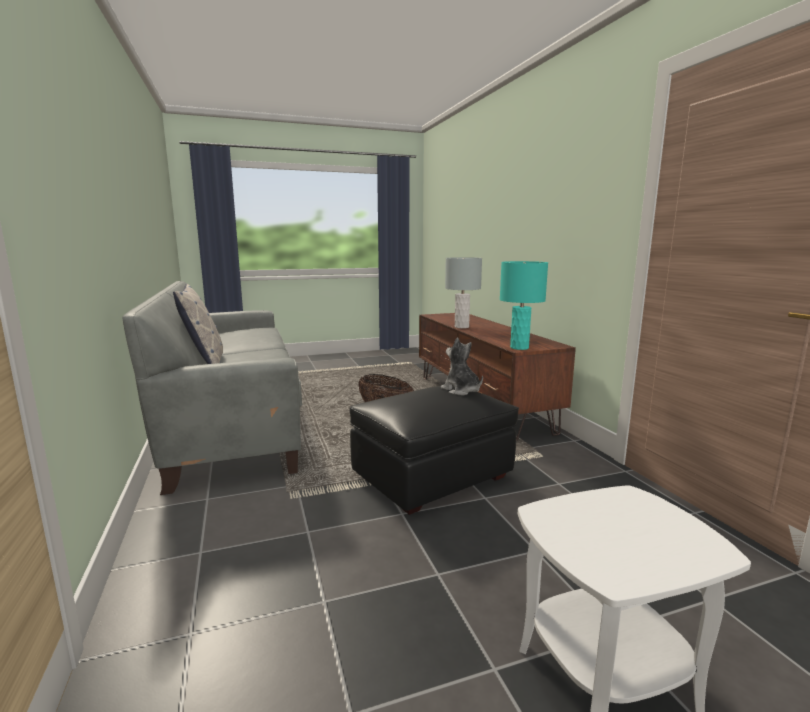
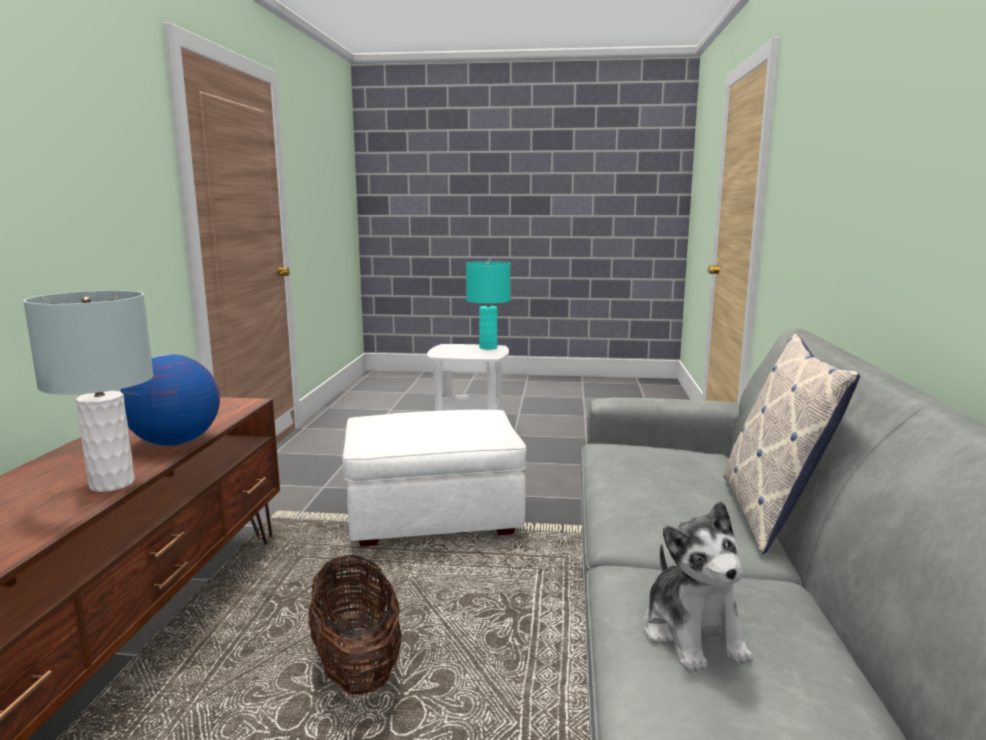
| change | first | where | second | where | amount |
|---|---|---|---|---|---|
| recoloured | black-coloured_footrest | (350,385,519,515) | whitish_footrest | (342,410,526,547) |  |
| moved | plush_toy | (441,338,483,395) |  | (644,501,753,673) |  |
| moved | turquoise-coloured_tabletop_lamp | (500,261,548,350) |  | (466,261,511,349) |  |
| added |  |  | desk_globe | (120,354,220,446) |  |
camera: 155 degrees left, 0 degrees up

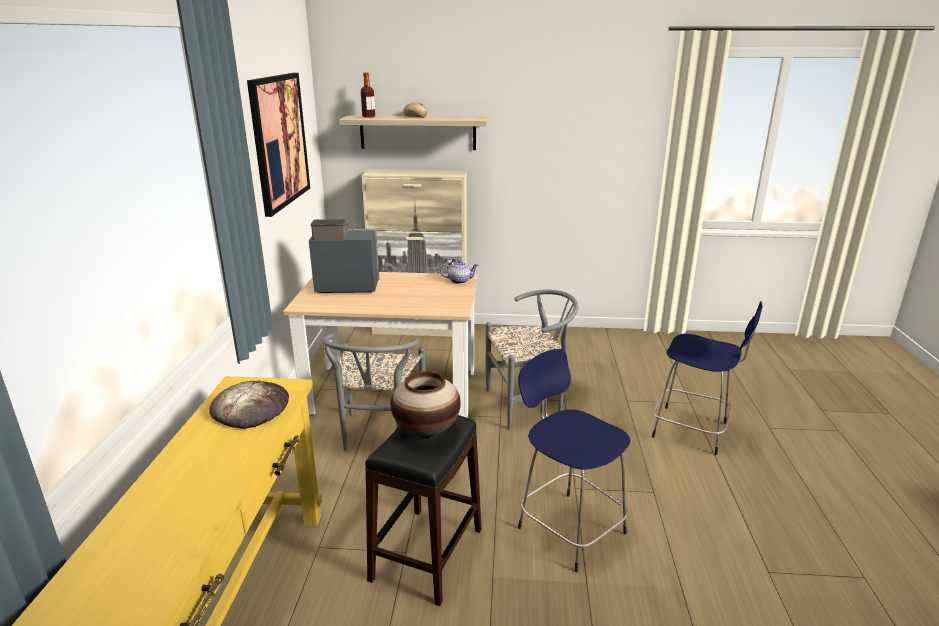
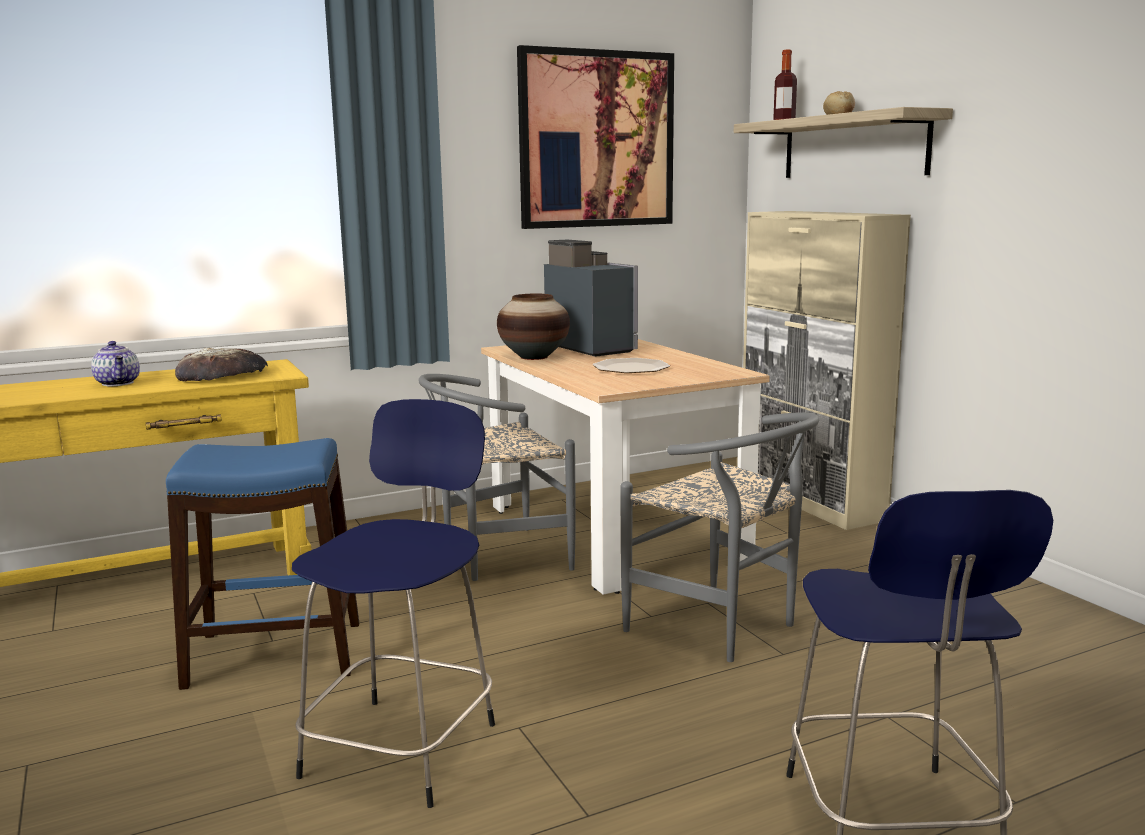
| change | first | where | second | where | amount |
|---|---|---|---|---|---|
| recoloured | black-coloured_sitting_stool | (365,415,482,606) | bluish_sitting_stool | (166,438,359,690) |  |
| moved | decorative_vase | (391,371,461,438) |  | (497,294,570,360) |  |
| moved | tea_pot | (440,259,479,284) |  | (91,341,140,386) |  |
| added |  |  | plate | (593,358,670,373) |  |
camera: 60 degrees right, 10 degrees down

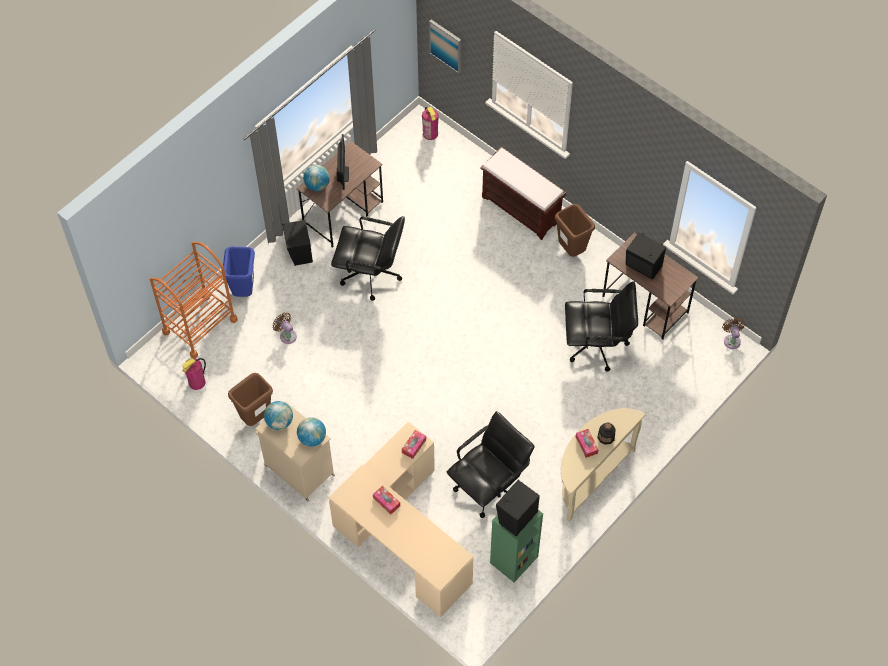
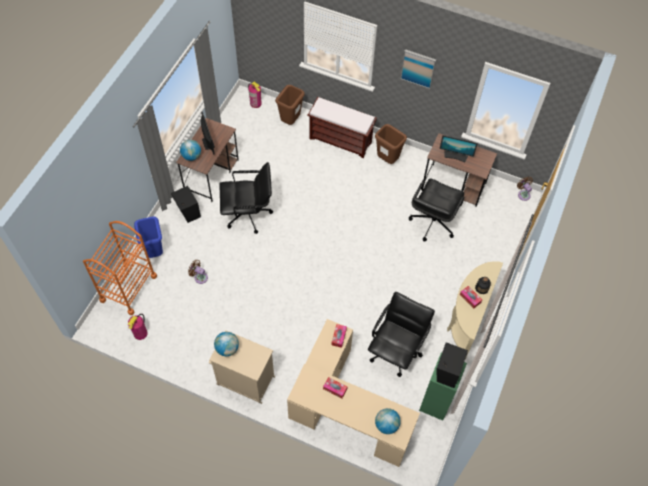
| change | first | where | second | where | amount |
|---|---|---|---|---|---|
| moved | brown-coloured_trash_can | (228,373,273,426) |  | (275,85,305,125) |  |
| moved | desk_globe | (297,417,326,447) |  | (375,408,401,434) |  |
| moved | wall_picture | (429,19,461,73) |  | (400,49,436,89) |  |
| turned | black-coloured_office_chair | (565,281,638,371) |  | (409,179,464,242) | 135 degrees clockwise |
| replaced | black-coloured_loudspeaker | (626,233,666,280) | computer_display | (440,135,478,162) |  |
camera: 20 degrees left, 0 degrees up

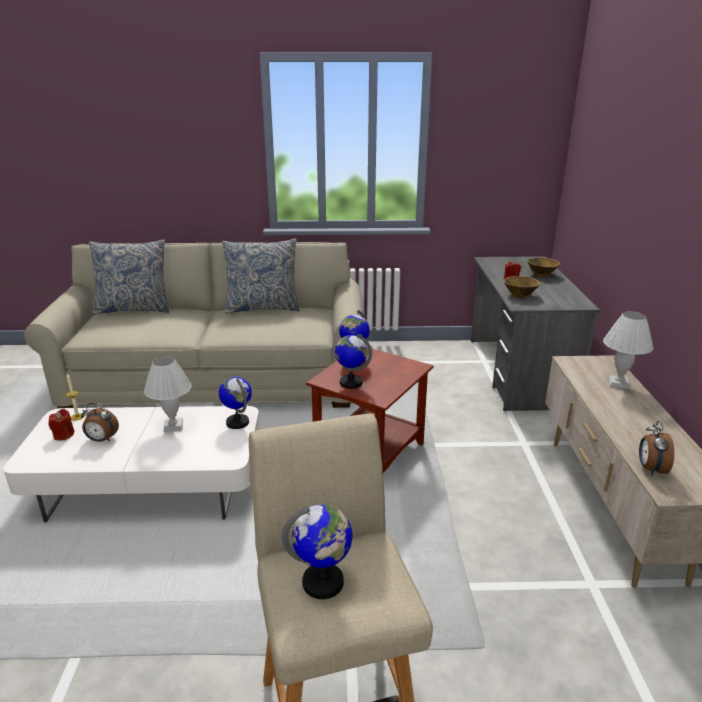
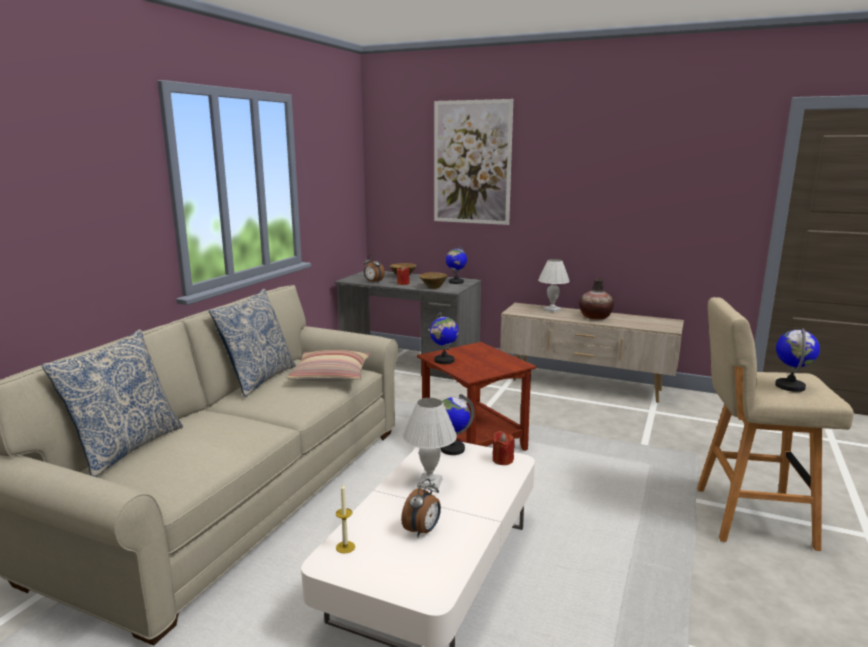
| change | first | where | second | where | amount |
|---|---|---|---|---|---|
| moved | reddish_wax_candle | (48,409,74,441) |  | (493,431,515,465) |  |
| moved | desk_globe | (335,334,372,389) |  | (446,246,467,284) |  |
| moved | table_clock | (639,421,674,476) |  | (364,255,385,283) |  |
| added |  |  | cushion | (286,350,370,382) |  |
| added |  |  | wall_picture | (434,99,513,225) |  |
| added |  |  | decorative_vase | (579,278,614,320) |  |
camera: 65 degrees left, 10 degrees down

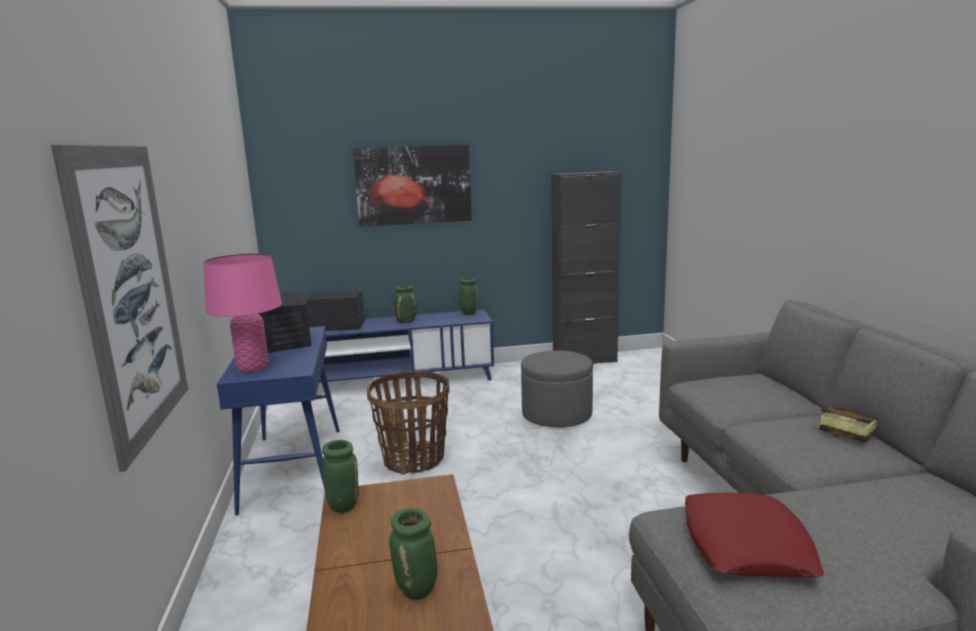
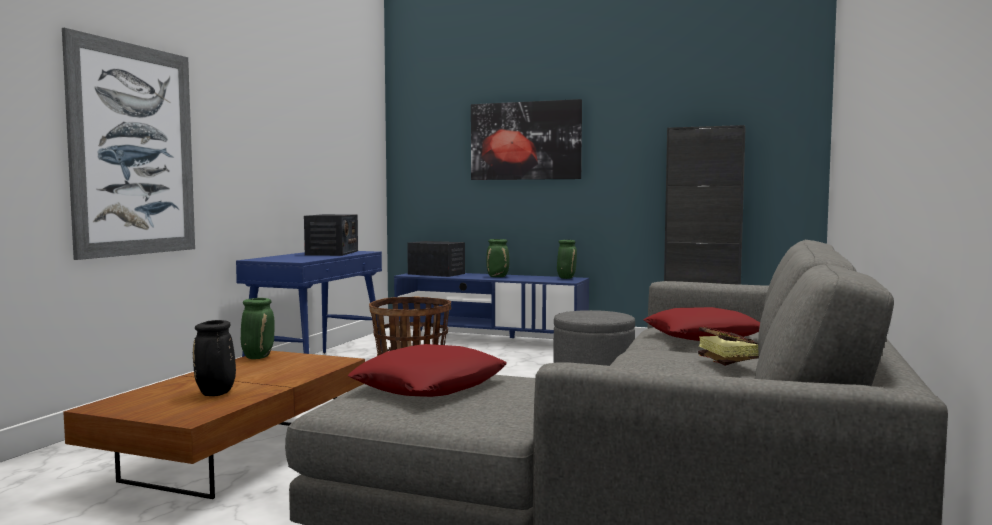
| change | first | where | second | where | amount |
|---|---|---|---|---|---|
| removed | pink_tabletop_lamp | (204,253,282,372) |  |  |  |
| recoloured | greenish_decorative_vase | (389,508,438,600) | black-coloured_decorative_vase | (193,320,236,396) |  |
| added |  |  | reddish_cushion | (643,307,760,341) |  |
camera: 30 degrees right, 10 degrees down

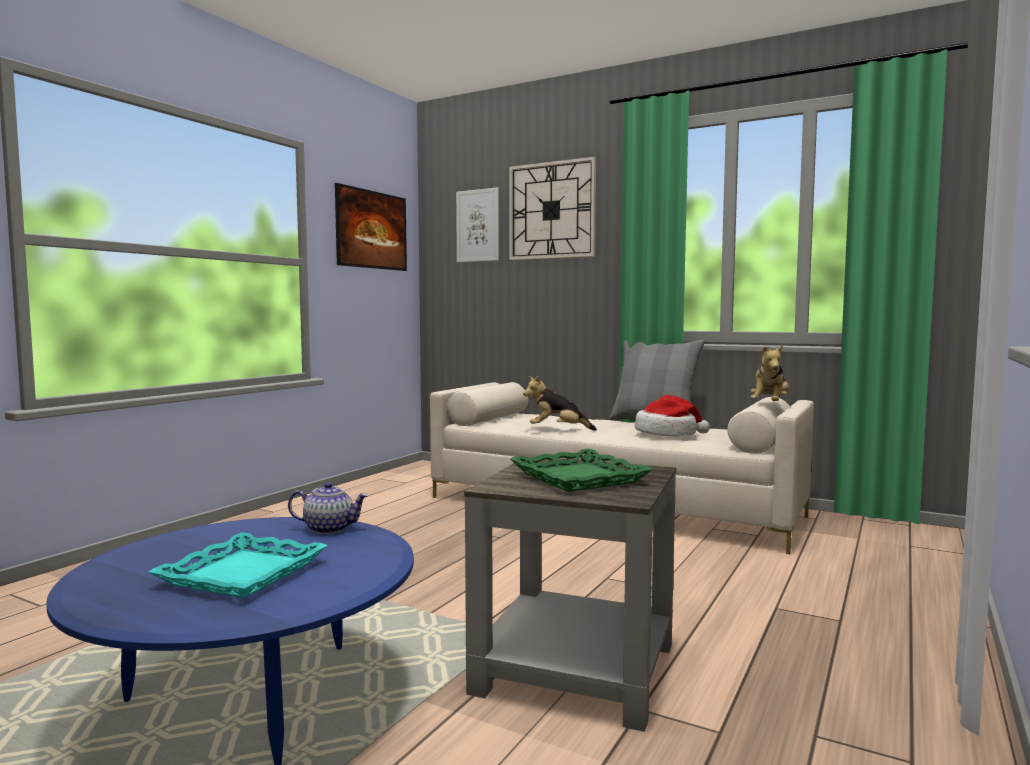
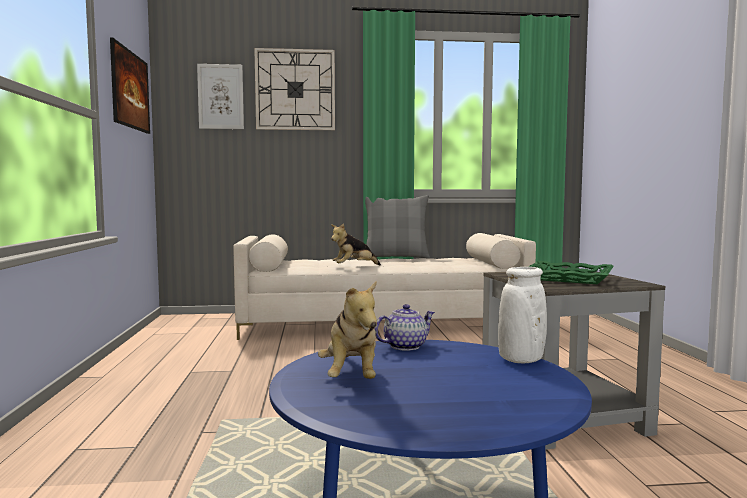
| change | first | where | second | where | amount |
|---|---|---|---|---|---|
| removed | turquoise-coloured_carrying_tray | (149,532,328,598) |  |  |  |
| removed | clothing_hat | (635,395,710,436) |  |  |  |
| moved | plush_toy | (751,345,789,401) |  | (318,280,377,379) |  |
| added |  |  | whitish_decorative_vase | (498,267,547,363) |  |
camera: 35 degrees left, 0 degrees up

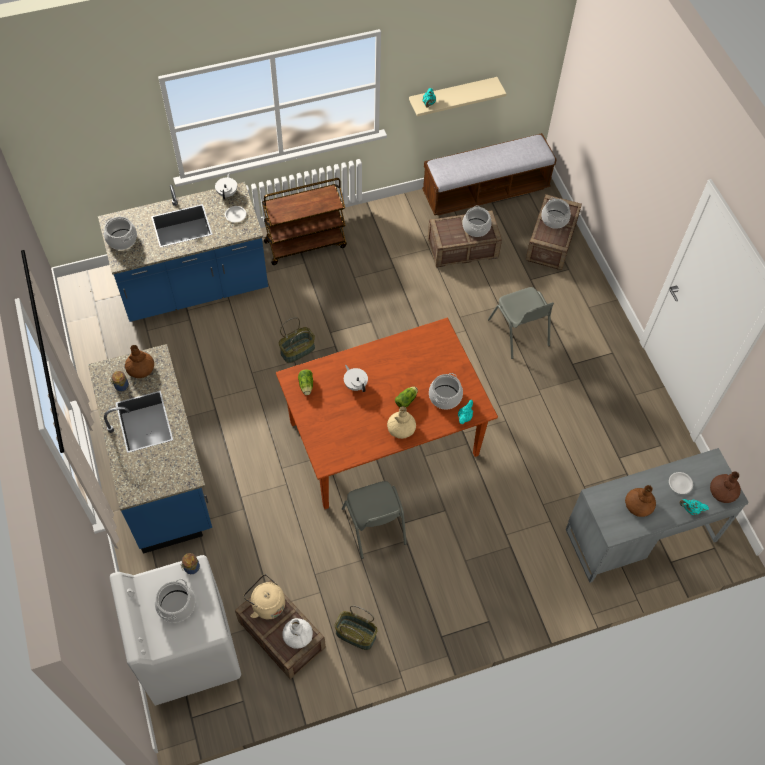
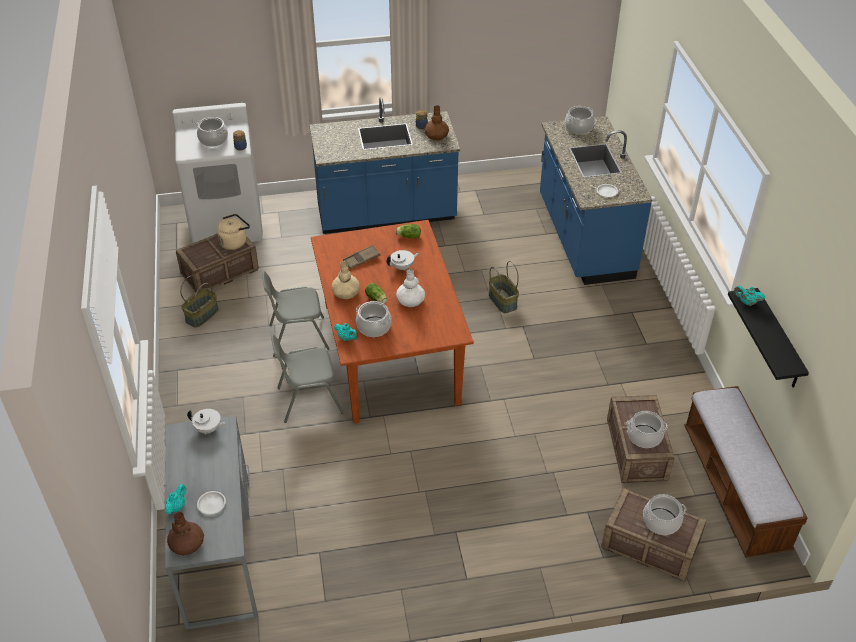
| change | first | where | second | where | amount |
|---|---|---|---|---|---|
| moved | whitish_tea_pot | (215,173,237,199) |  | (187,409,227,435) |  |
| removed | brown-coloured_trolley | (262,178,347,265) |  |  |  |
| moved | whitish_decorative_vase | (282,618,313,649) |  | (396,269,425,307) |  |
| recoloured | beige-coloured_bracket_shelf | (409,77,506,117) | black-coloured_bracket_shelf | (728,288,809,387) |  |
| moved | gray_plain_chair | (488,287,554,359) |  | (271,334,344,423) |  |
| removed | brown-coloured_decorative_vase | (625,485,656,517) |  |  |  |
| added |  |  | brown-coloured_carrying_tray | (343,245,380,269) |  |
camera: 100 degrees right, 15 degrees down

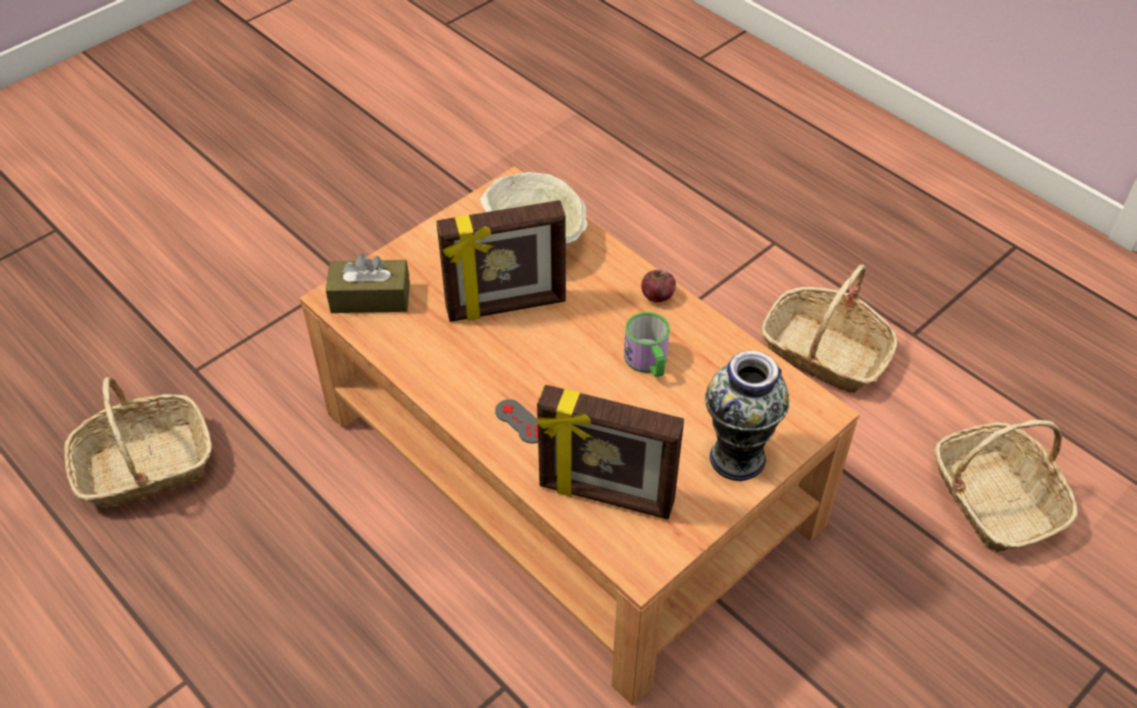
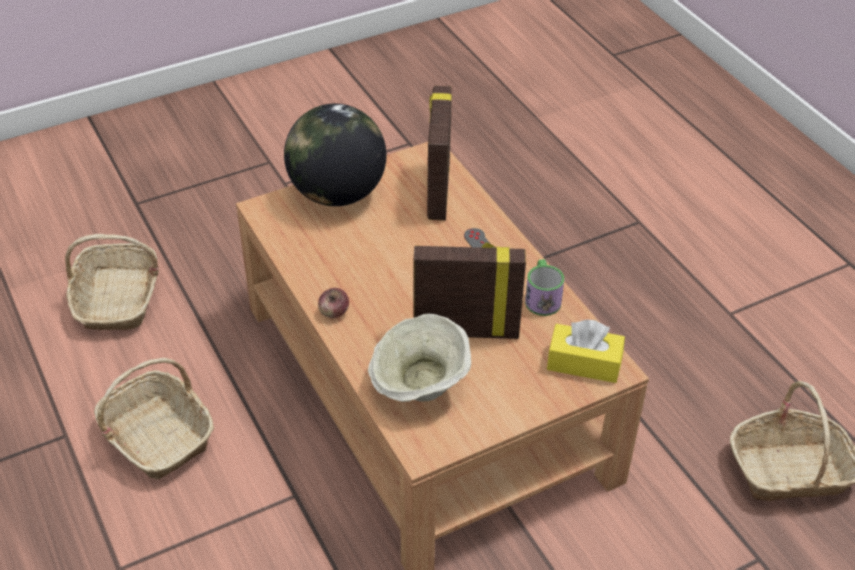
| change | first | where | second | where | amount |
|---|---|---|---|---|---|
| recoloured | brown-coloured_tissue_holder | (326,253,410,313) | yellow_tissue_holder | (547,320,625,383) |  |
| turned | photo_frame | (537,385,684,519) |  | (427,86,452,220) | 120 degrees counterclockwise |
| moved | tea_mug | (624,312,670,377) |  | (525,259,564,316) |  |
| replaced | decorative_vase | (705,351,789,481) | desk_globe | (284,104,386,206) |  |
camera: 165 degrees left, 5 degrees down

